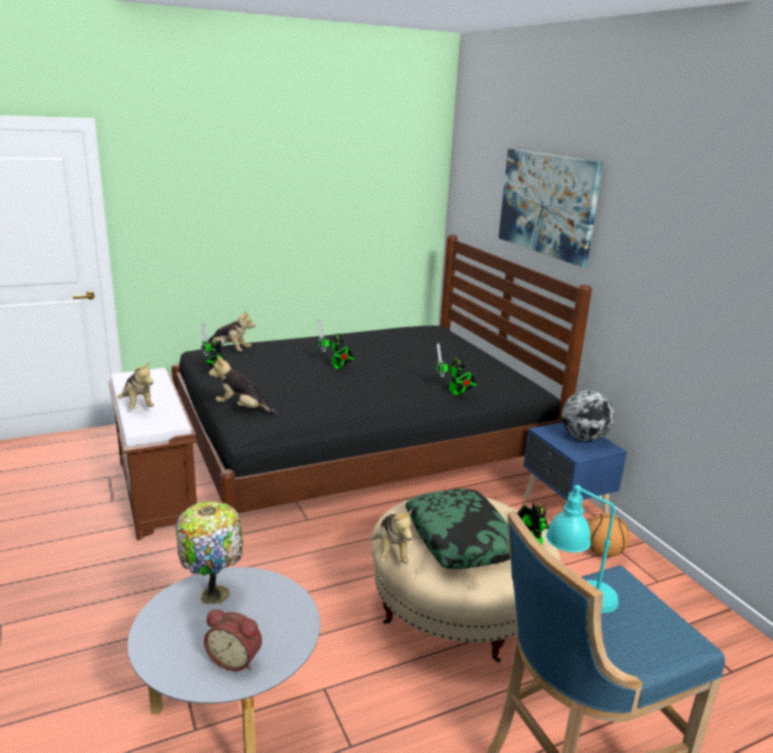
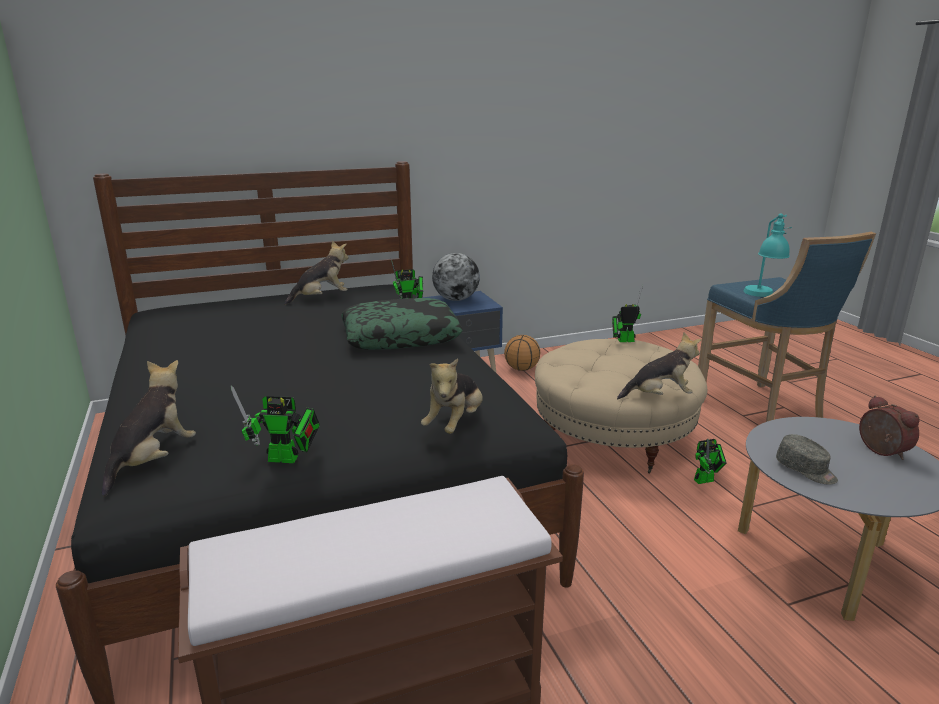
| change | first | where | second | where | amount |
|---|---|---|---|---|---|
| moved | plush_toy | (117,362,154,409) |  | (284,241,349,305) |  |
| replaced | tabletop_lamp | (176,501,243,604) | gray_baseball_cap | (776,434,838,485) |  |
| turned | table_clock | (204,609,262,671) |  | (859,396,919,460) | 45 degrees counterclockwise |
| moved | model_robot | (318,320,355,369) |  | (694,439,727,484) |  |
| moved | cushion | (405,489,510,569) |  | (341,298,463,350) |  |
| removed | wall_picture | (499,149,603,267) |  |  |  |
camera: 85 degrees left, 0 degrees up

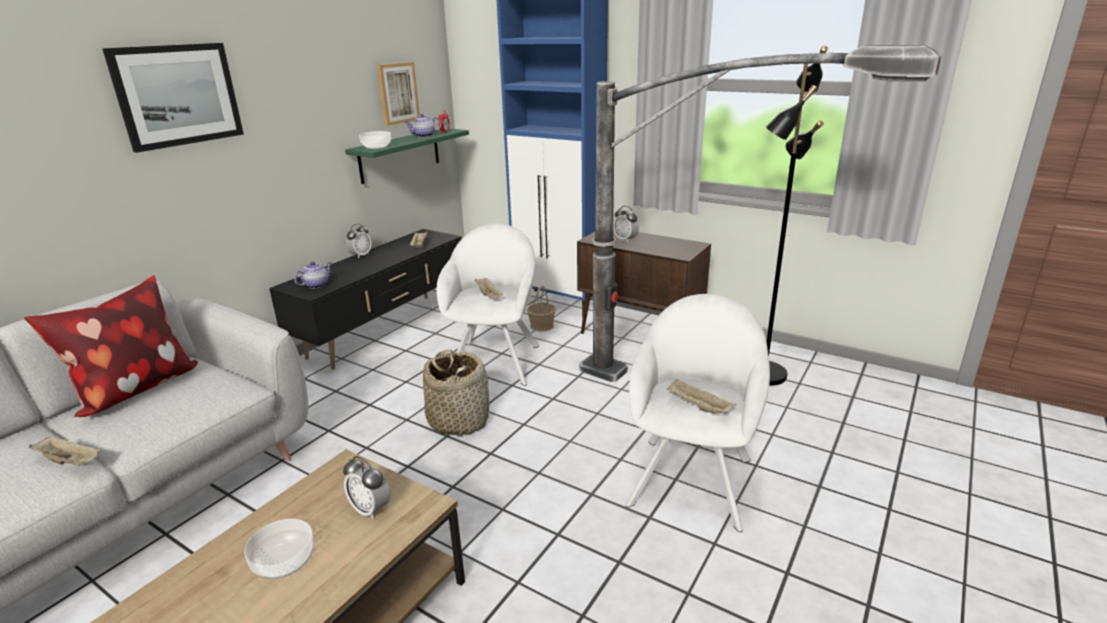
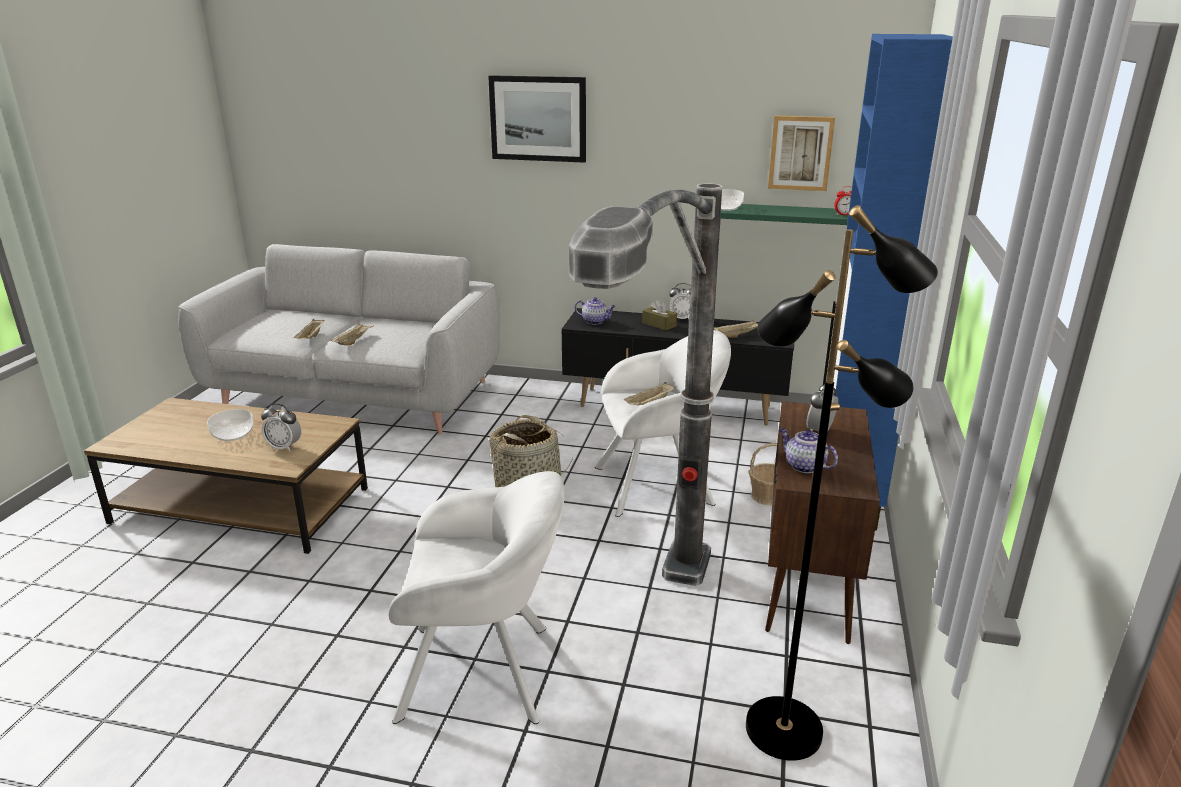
| change | first | where | second | where | amount |
|---|---|---|---|---|---|
| removed | cushion | (24,275,198,417) |  |  |  |
| turned | table_clock | (343,456,390,520) |  | (261,403,301,451) | 90 degrees counterclockwise |
| moved | tea_pot | (405,114,441,137) |  | (779,428,838,473) |  |
| moved | beige-coloured_carrying_tray | (667,378,736,413) |  | (330,323,374,345) |  |
| added |  |  | brown-coloured_tissue_holder | (642,299,677,330) |  |
camera: 70 degrees right, 0 degrees up

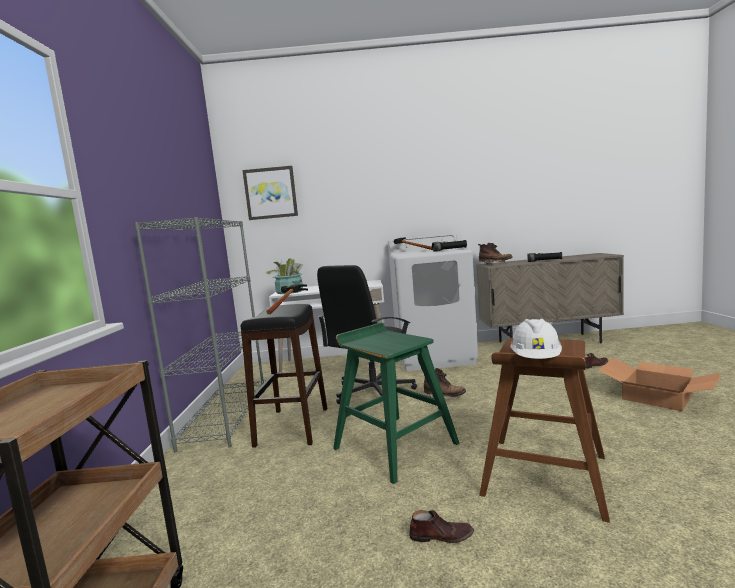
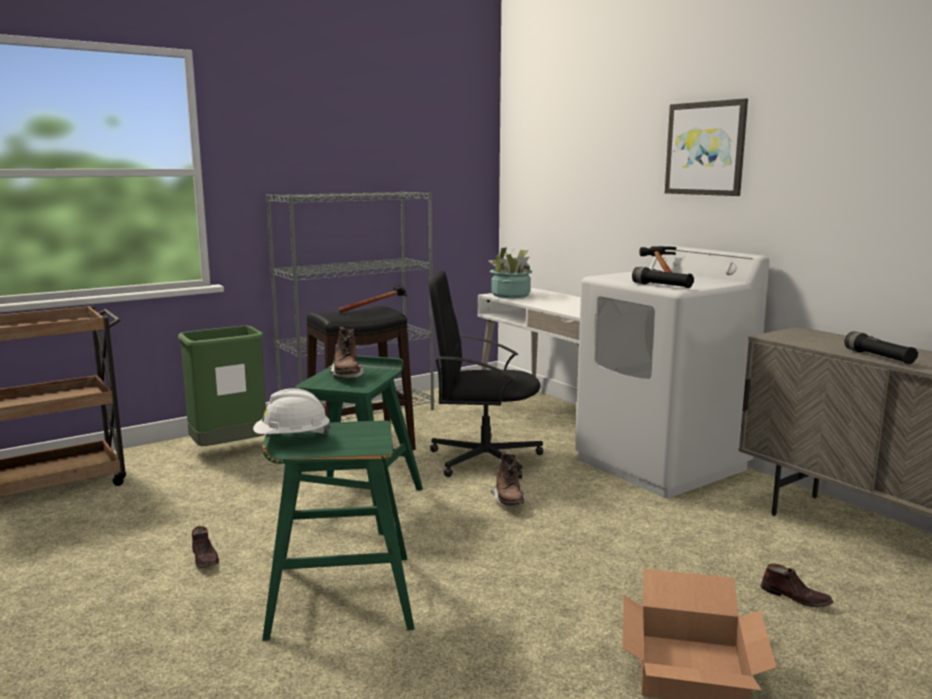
| change | first | where | second | where | amount |
|---|---|---|---|---|---|
| moved | wall_picture | (242,166,298,220) |  | (665,98,748,196) |  |
| moved | brown-coloured_boot | (478,243,513,265) |  | (329,327,364,378) |  |
| recoloured | brown-coloured_sitting_stool | (479,338,610,523) | greenish_sitting_stool | (262,420,414,641) |  |
| added |  |  | greenish_trash_can | (178,326,266,446) |  |
camera: 55 degrees right, 5 degrees up

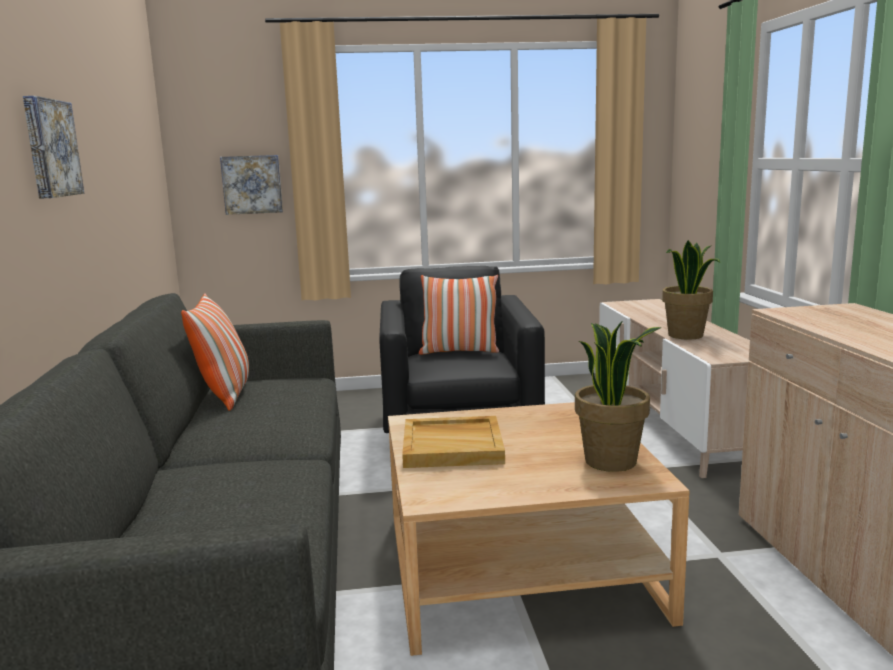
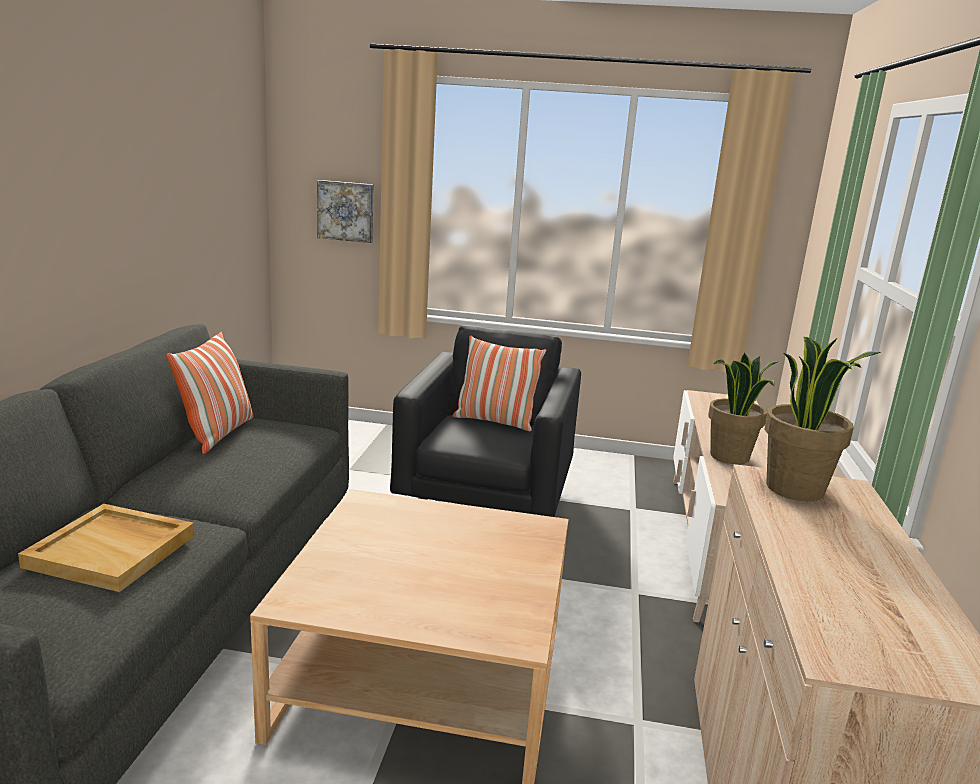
| change | first | where | second | where | amount |
|---|---|---|---|---|---|
| removed | wall_picture | (23,96,84,199) |  |  |  |
| moved | beige-coloured_carrying_tray | (402,416,505,468) |  | (18,504,194,592) |  |
| moved | potted_plant | (575,321,661,472) |  | (764,336,881,501) |  |
camera: 15 degrees right, 5 degrees up

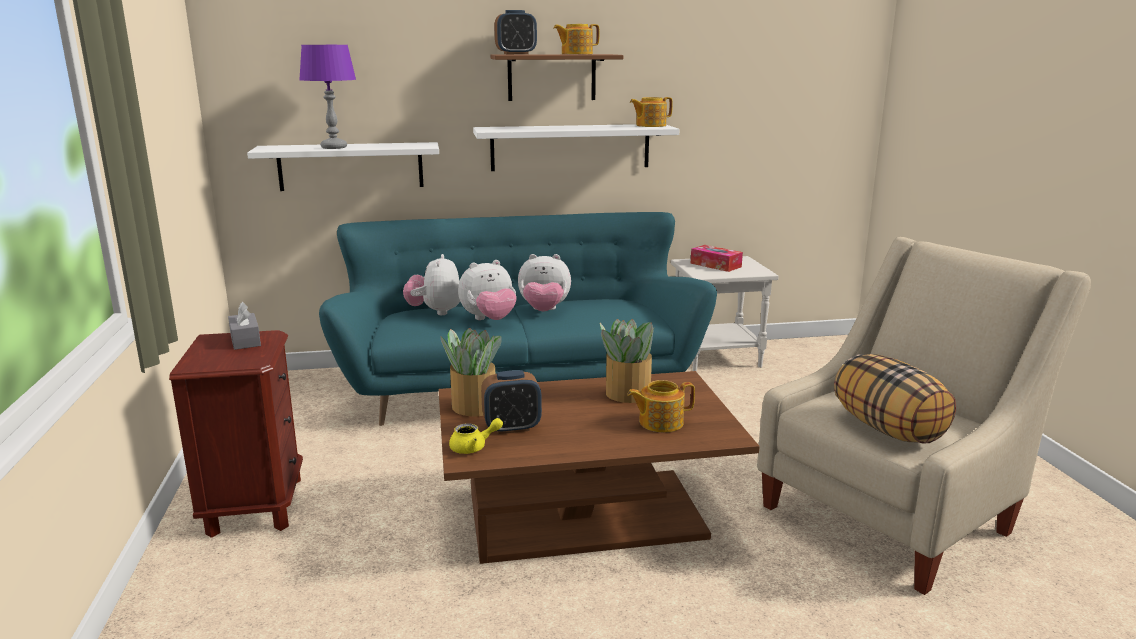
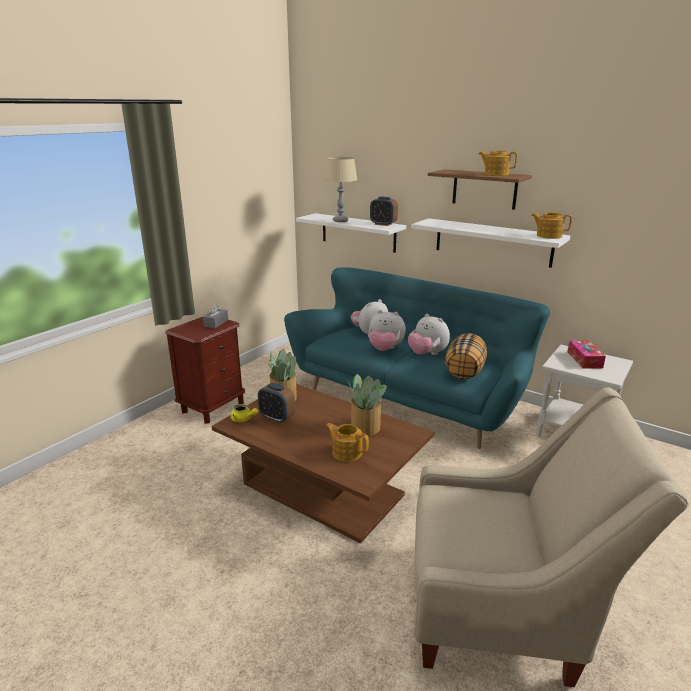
| change | first | where | second | where | amount |
|---|---|---|---|---|---|
| recoloured | purplish_tabletop_lamp | (299,45,356,149) | beige-coloured_tabletop_lamp | (324,157,357,222) |  |
| moved | table_clock | (494,10,537,54) |  | (370,197,398,226) |  |
| moved | cushion | (834,354,956,444) |  | (445,333,487,379) |  |
camera: 45 degrees right, 5 degrees up

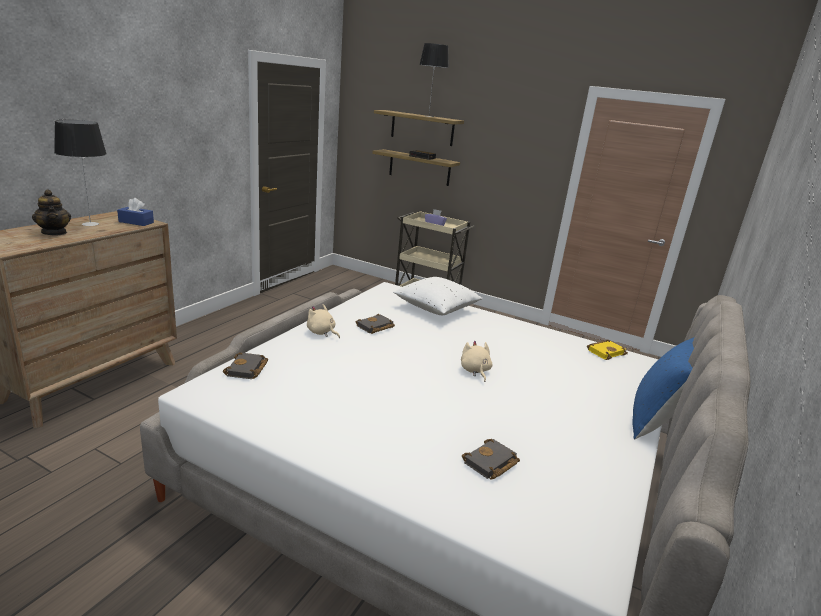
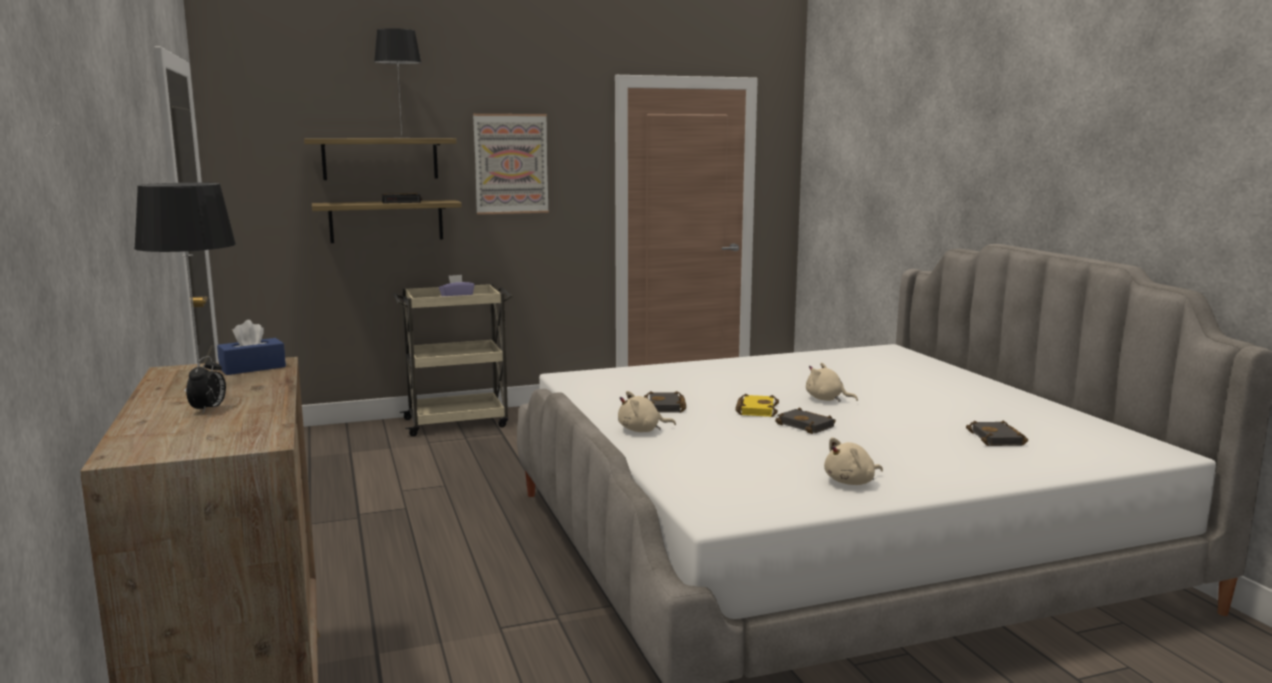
| change | first | where | second | where | amount |
|---|---|---|---|---|---|
| replaced | tea_pot | (32,190,71,235) | table_clock | (186,356,226,414) |  |
| moved | black-coloured_book | (223,352,268,379) |  | (775,407,836,434) |  |
| removed | whitish_cushion | (393,277,483,315) |  |  |  |
| moved | yellow_book | (587,340,628,360) |  | (736,394,779,417) |  |
| removed | bluish_cushion | (632,337,695,439) |  |  |  |
| added |  |  | wall_picture | (473,114,549,215) |  |
| added |  |  | beige-coloured_plush_toy | (824,437,883,485) |  |
camera: 45 degrees left, 10 degrees down

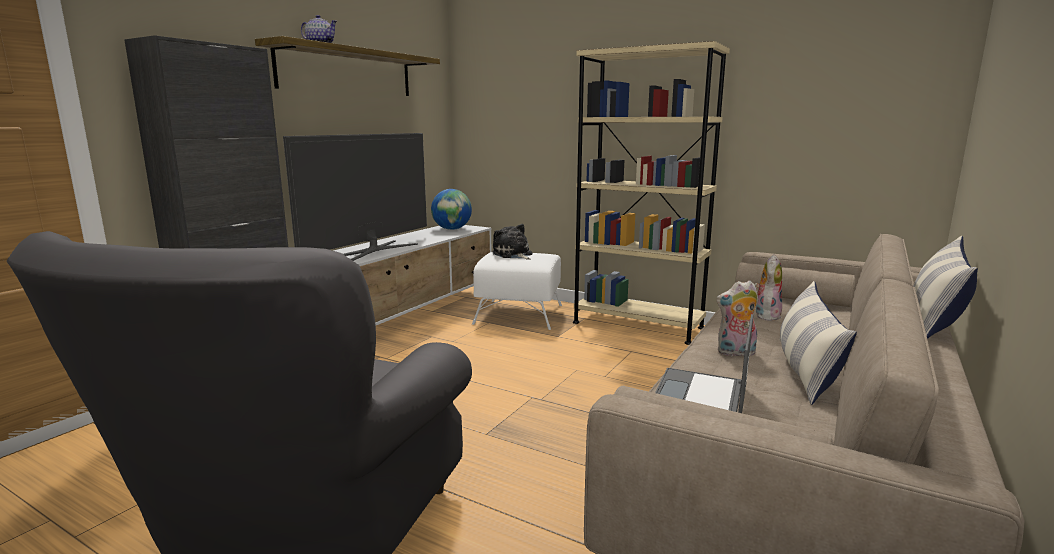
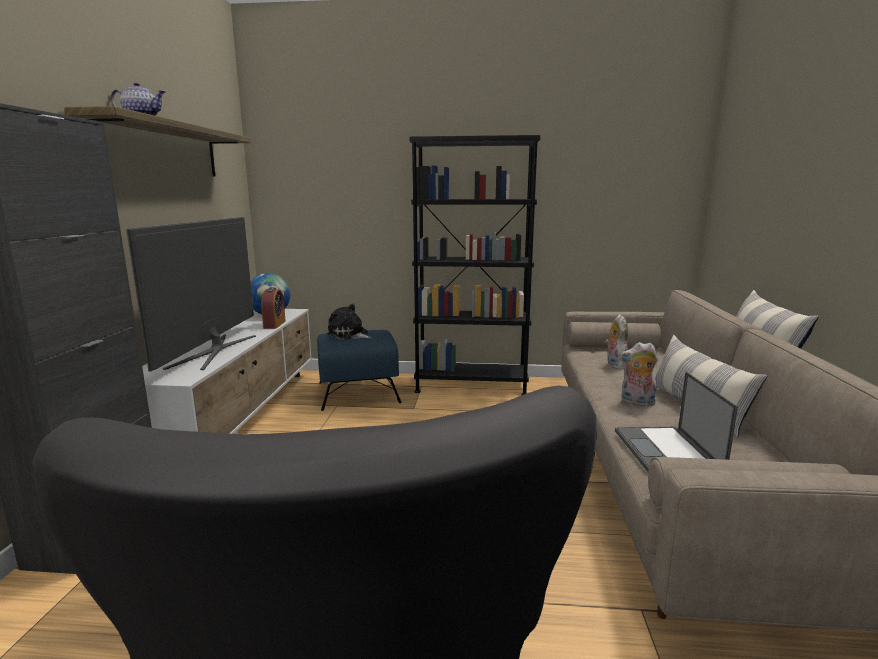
| change | first | where | second | where | amount |
|---|---|---|---|---|---|
| recoloured | whitish_footrest | (472,252,562,330) | bluish_footrest | (317,330,402,411) |  |
| recoloured | beige-coloured_shelving_unit | (573,41,730,345) | black-coloured_shelving_unit | (410,135,540,395) |  |
| turned | plush_toy | (716,281,758,356) |  | (619,342,658,406) | 45 degrees clockwise |
| added |  |  | table_clock | (261,287,286,329) |  |
camera: 25 degrees left, 0 degrees up

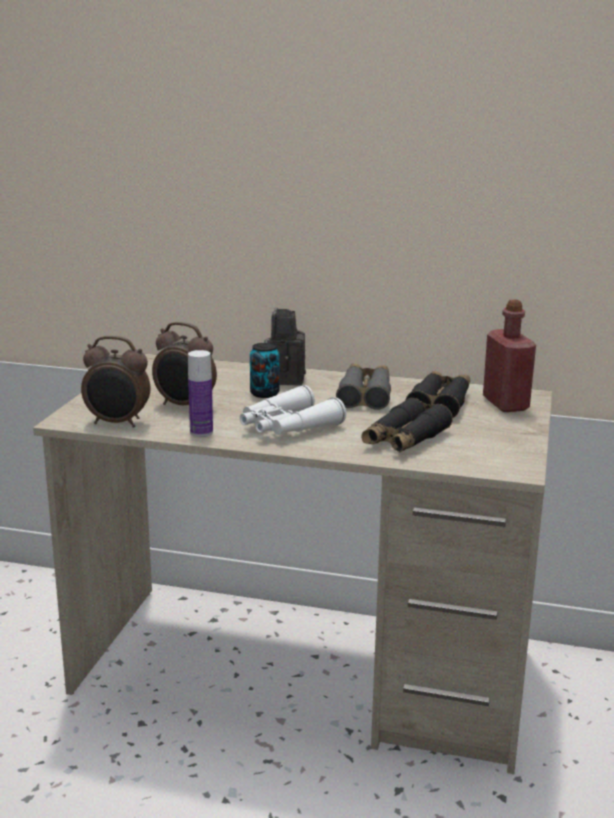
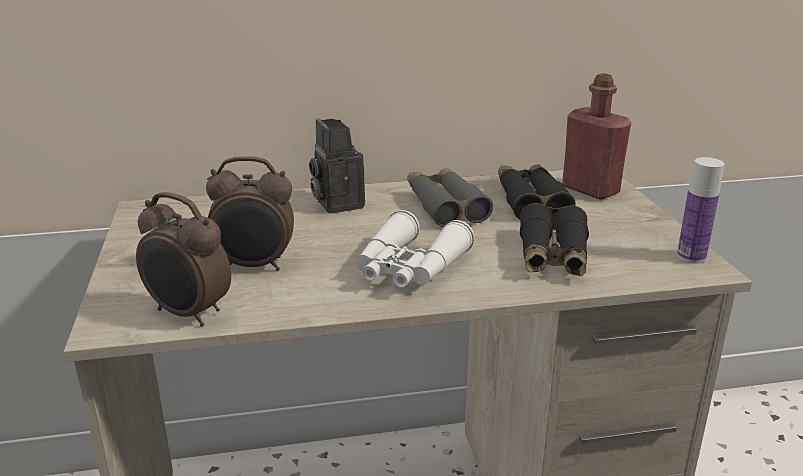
| change | first | where | second | where | amount |
|---|---|---|---|---|---|
| turned | table_clock | (81,336,150,428) |  | (136,192,231,326) | 45 degrees clockwise |
| moved | drink_bottle | (188,350,213,437) |  | (677,157,724,263) |  |
| removed | can | (250,343,279,398) |  |  |  |
camera: 25 degrees left, 5 degrees up

